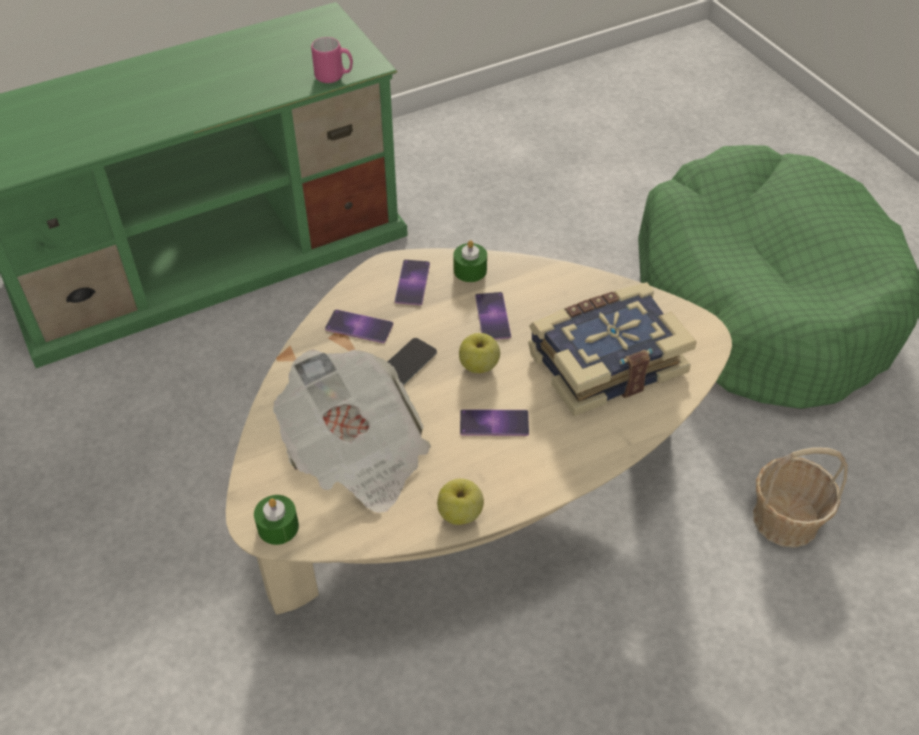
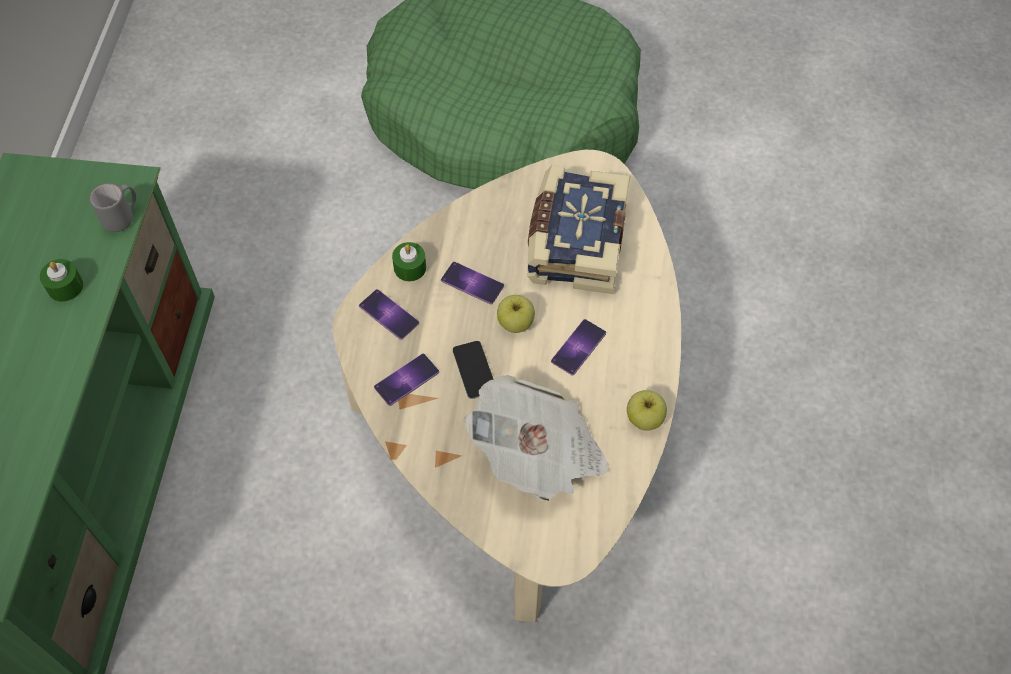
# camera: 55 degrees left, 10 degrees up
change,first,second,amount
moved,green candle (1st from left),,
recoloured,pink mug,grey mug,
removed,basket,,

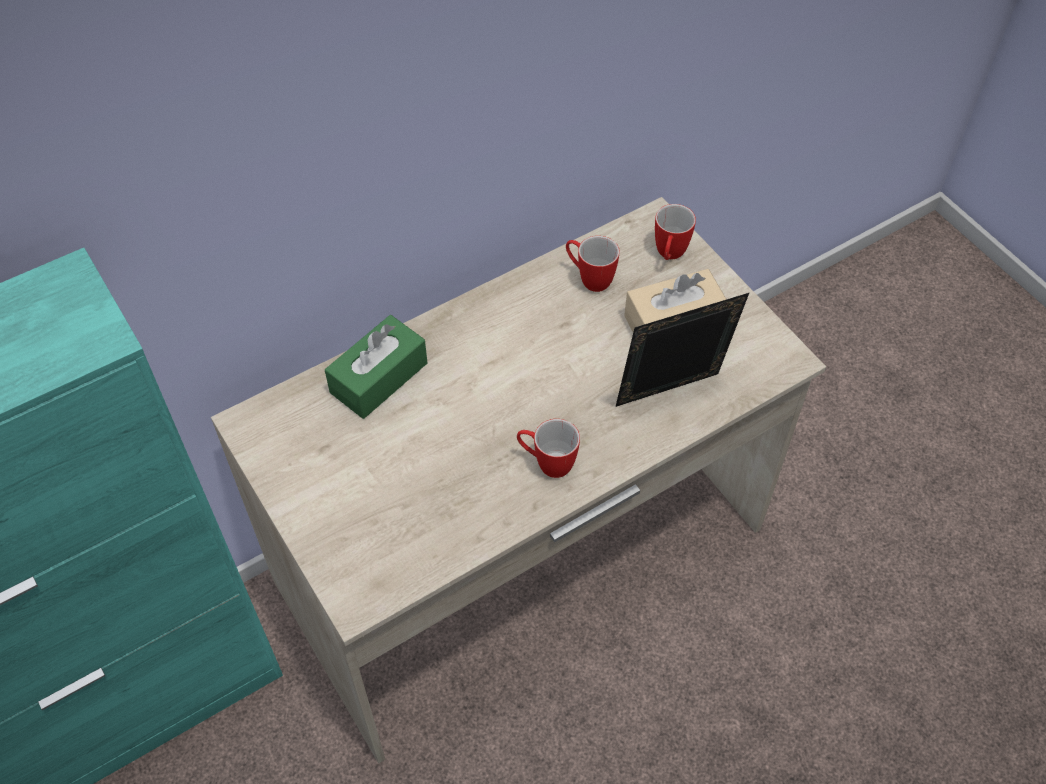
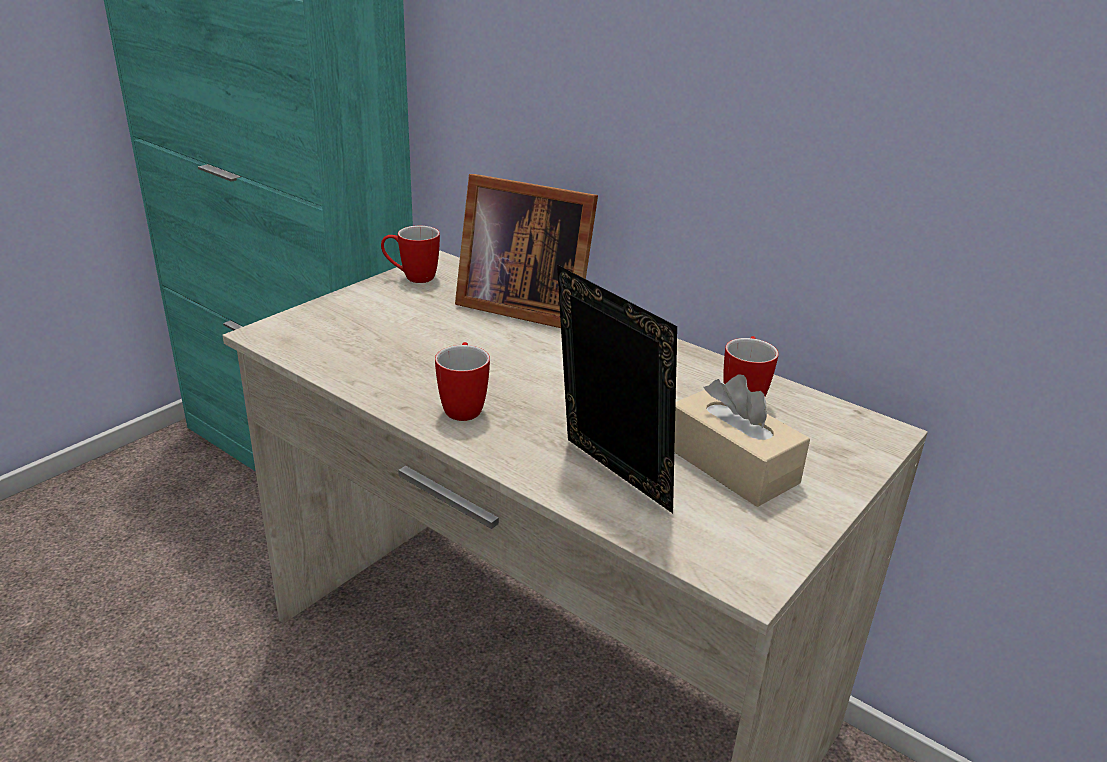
# camera: 70 degrees right, 25 degrees down
change,first,second,amount
replaced,green tissue box,picture frame (1st from left),
moved,mug (3rd from left in the first image),mug (1st from left),

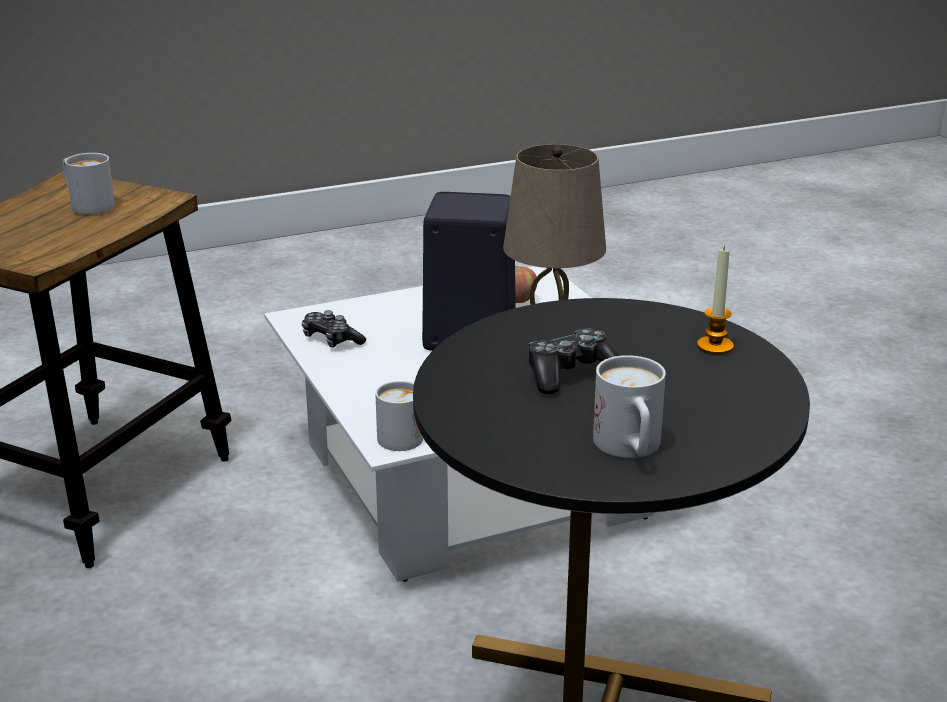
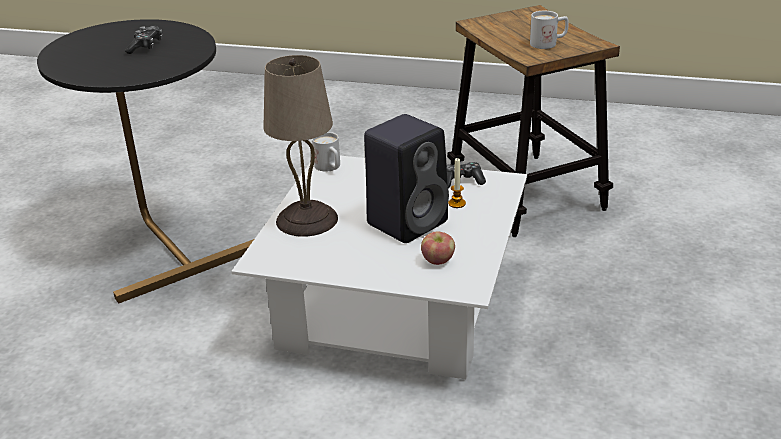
# camera: 130 degrees right, 5 degrees up
change,first,second,amount
removed,white mug (3rd from left),,
moved,candle,,

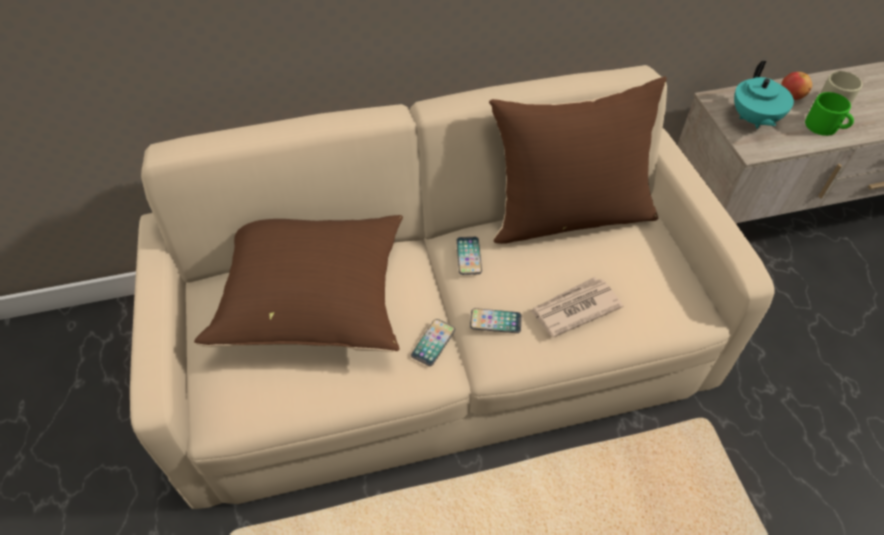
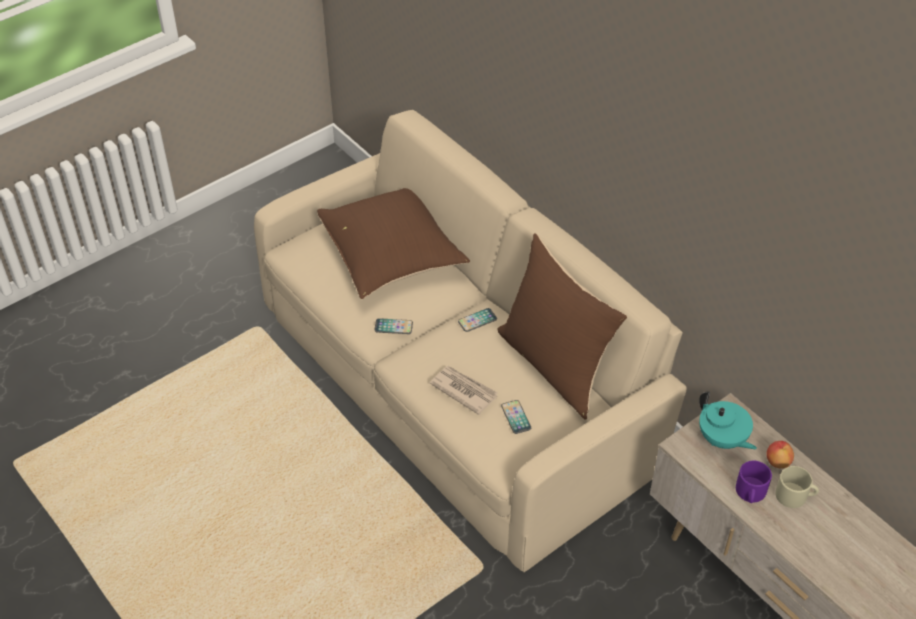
# camera: 65 degrees right, 5 degrees down
change,first,second,amount
moved,phone (3rd from left),,
turned,turquoise teapot,,105 degrees counterclockwise
recoloured,green mug,purple mug,

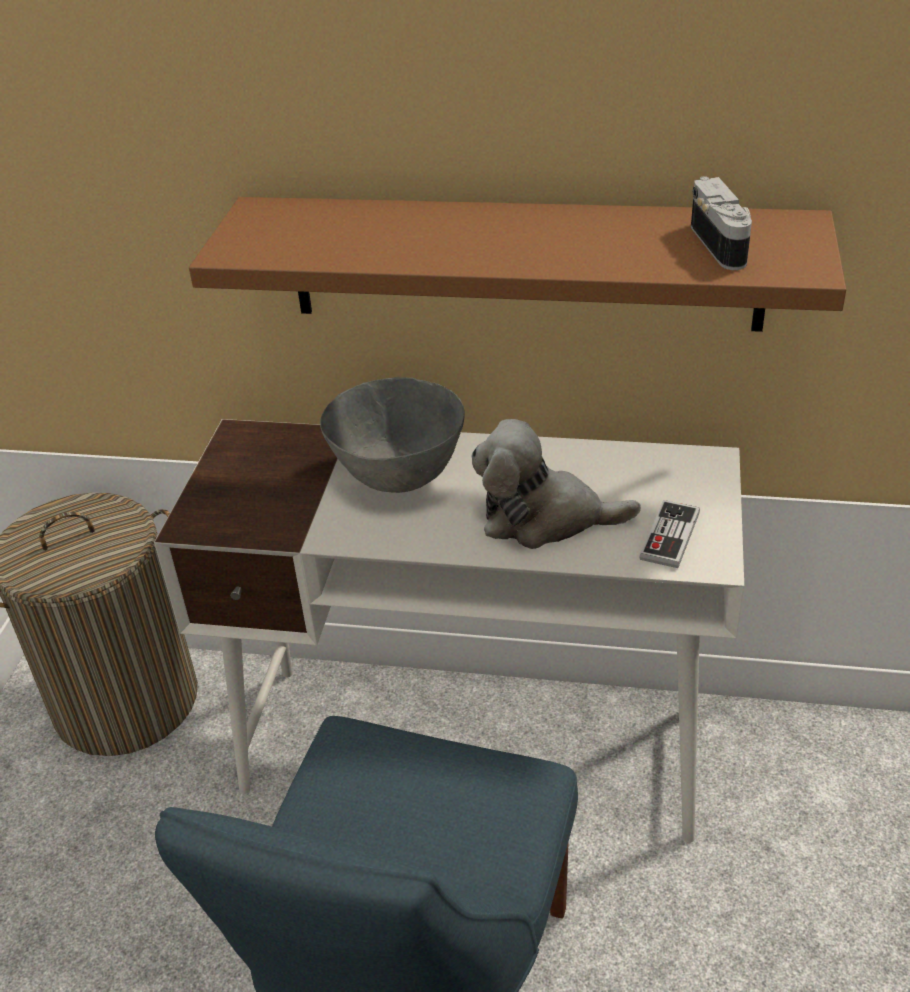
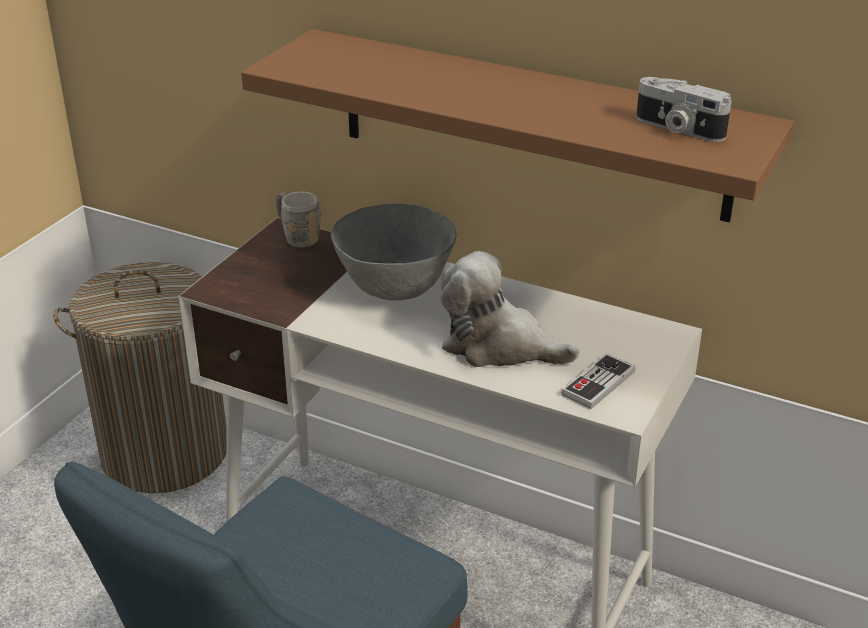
# camera: 15 degrees right, 5 degrees down
change,first,second,amount
turned,photo camera,,120 degrees clockwise
added,,grey mug,

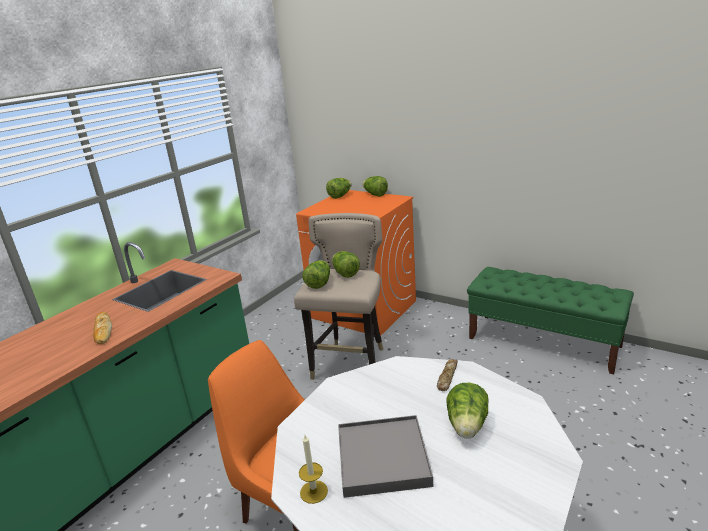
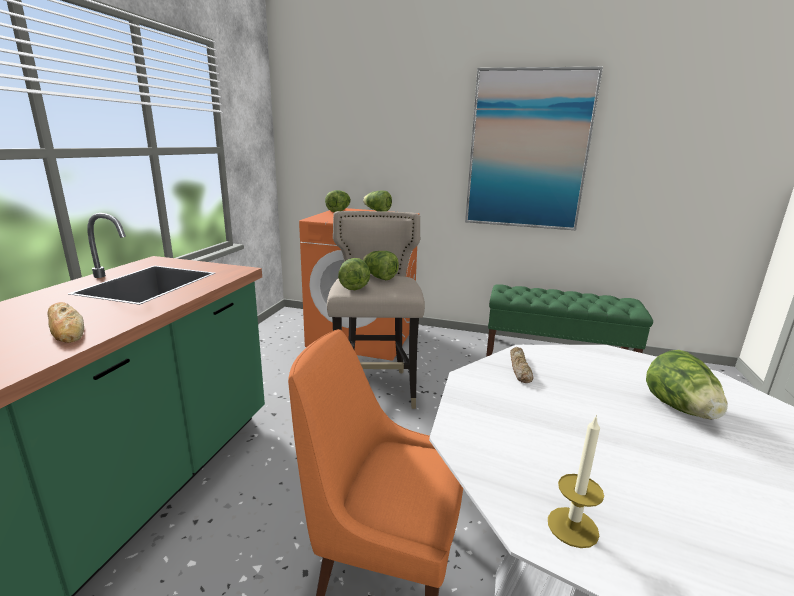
# camera: 20 degrees left, 5 degrees down
change,first,second,amount
removed,grey tray,,
moved,bread (2nd from left),,
added,,picture,

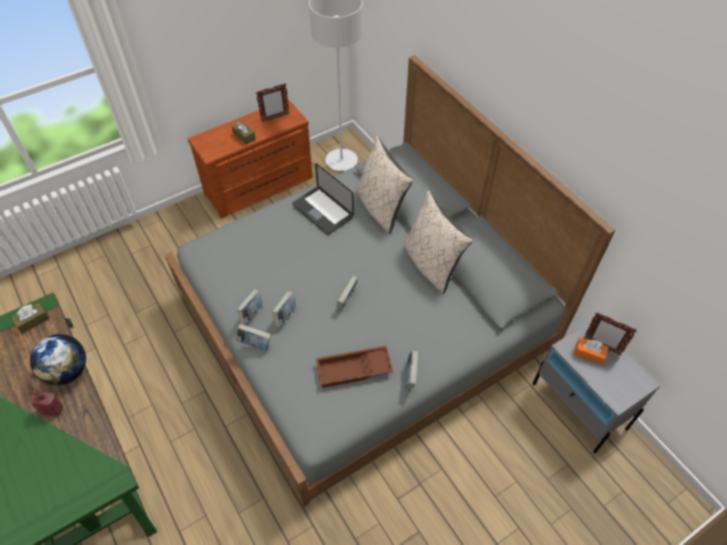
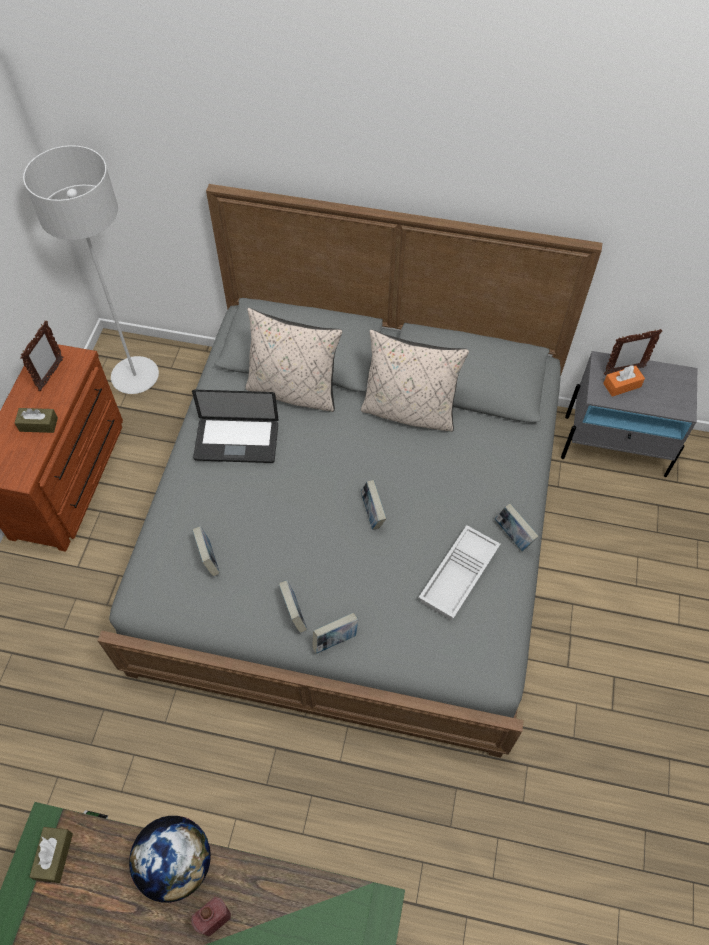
# camera: 45 degrees left, 5 degrees up
change,first,second,amount
moved,book (3rd from left in the first image),book (1st from left),
recoloured,brown tray,white tray,

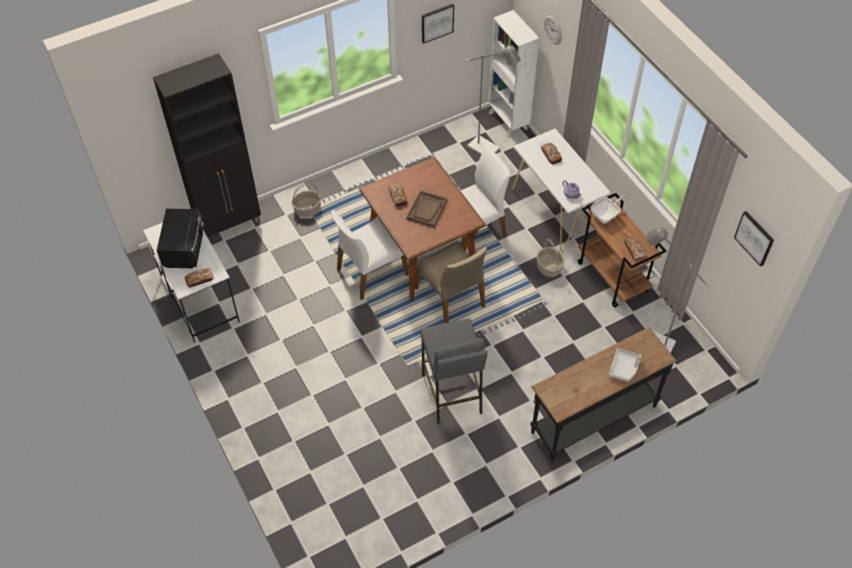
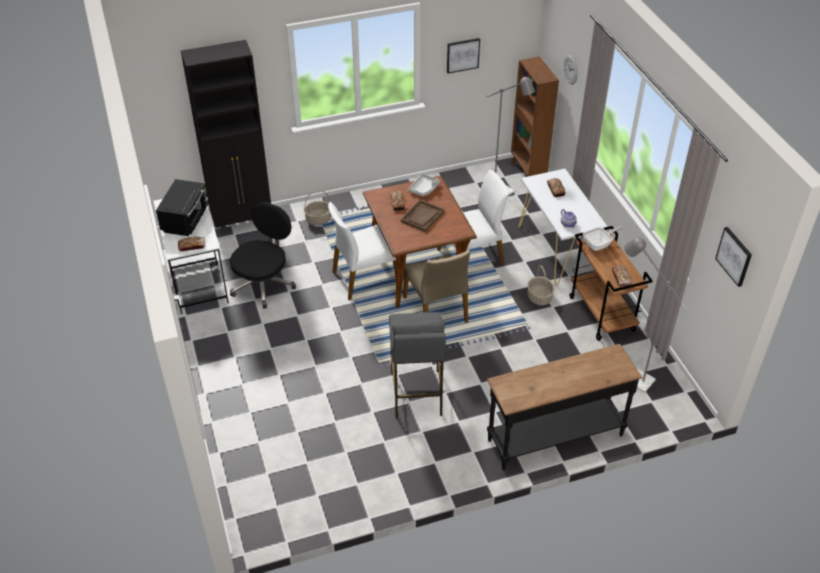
# camera: 10 degrees right, 10 degrees down
change,first,second,amount
recoloured,white bookcase,brown bookcase,
moved,grey tray,,
added,,black office chair,

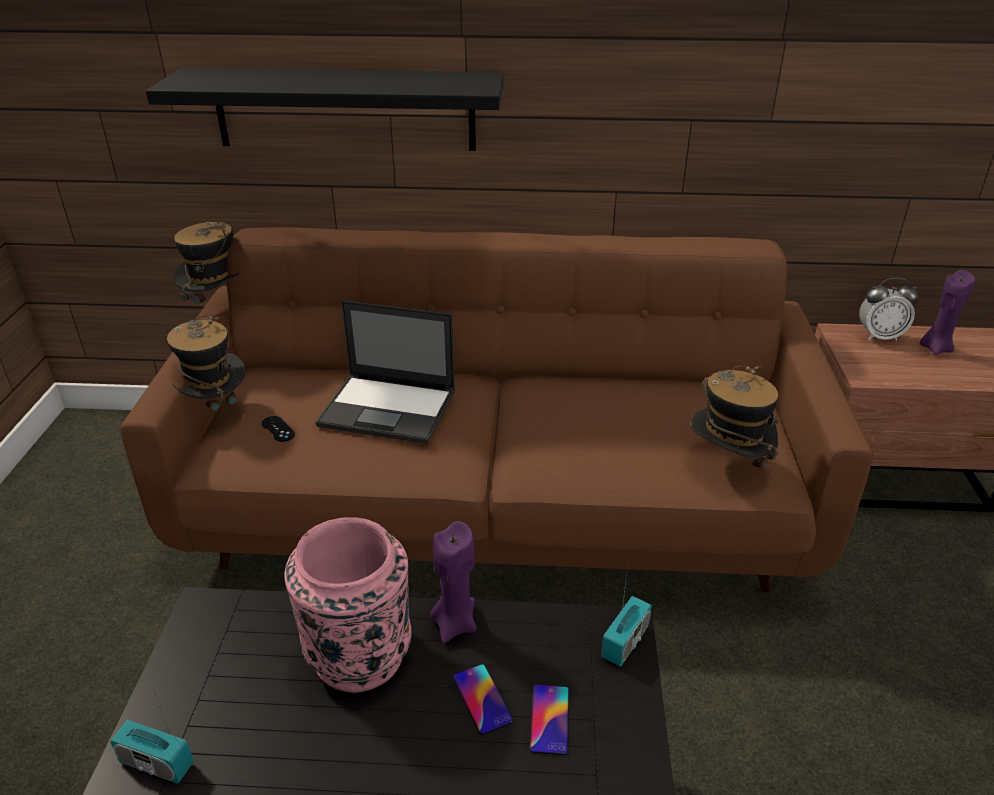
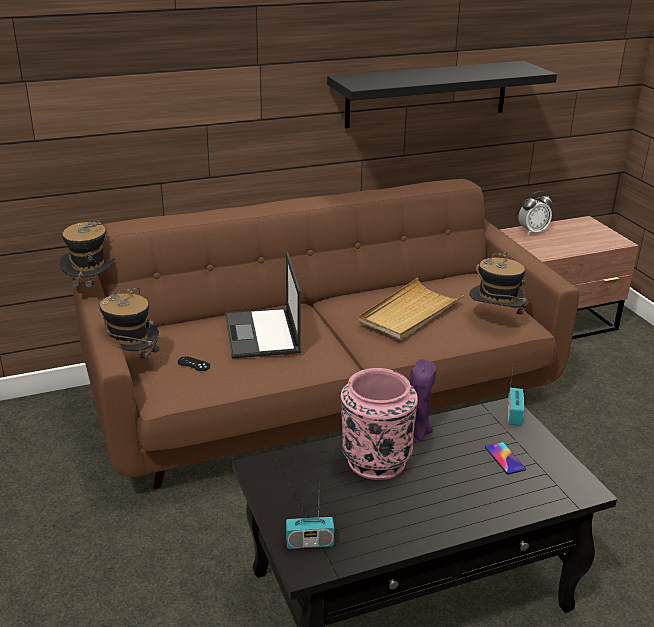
# camera: 25 degrees left, 5 degrees down
change,first,second,amount
moved,black shelf,,
turned,laptop,,90 degrees clockwise
removed,phone (1st from left),,
removed,purple candle (2nd from left),,
added,,beige tray,

